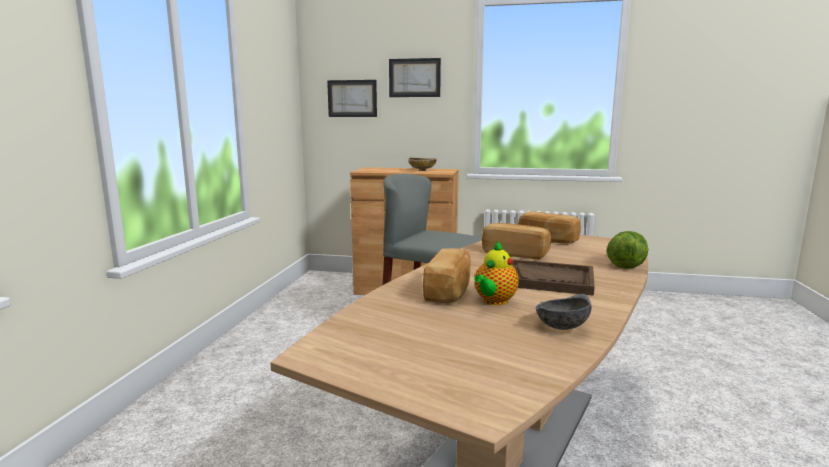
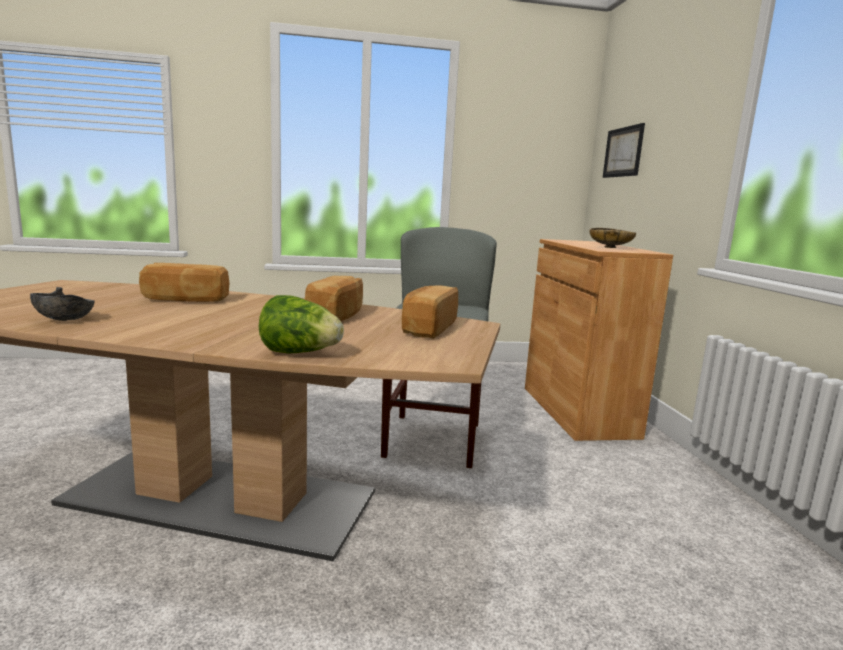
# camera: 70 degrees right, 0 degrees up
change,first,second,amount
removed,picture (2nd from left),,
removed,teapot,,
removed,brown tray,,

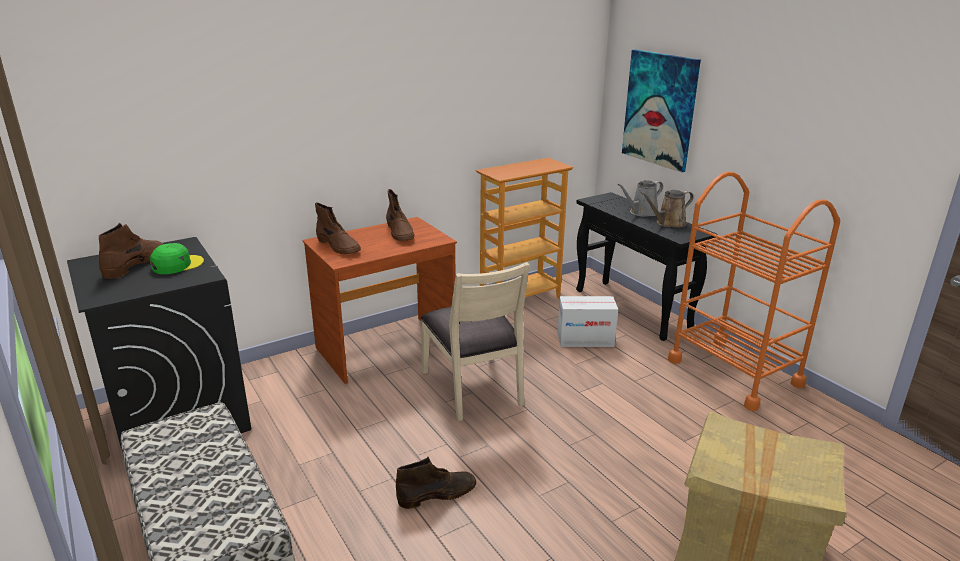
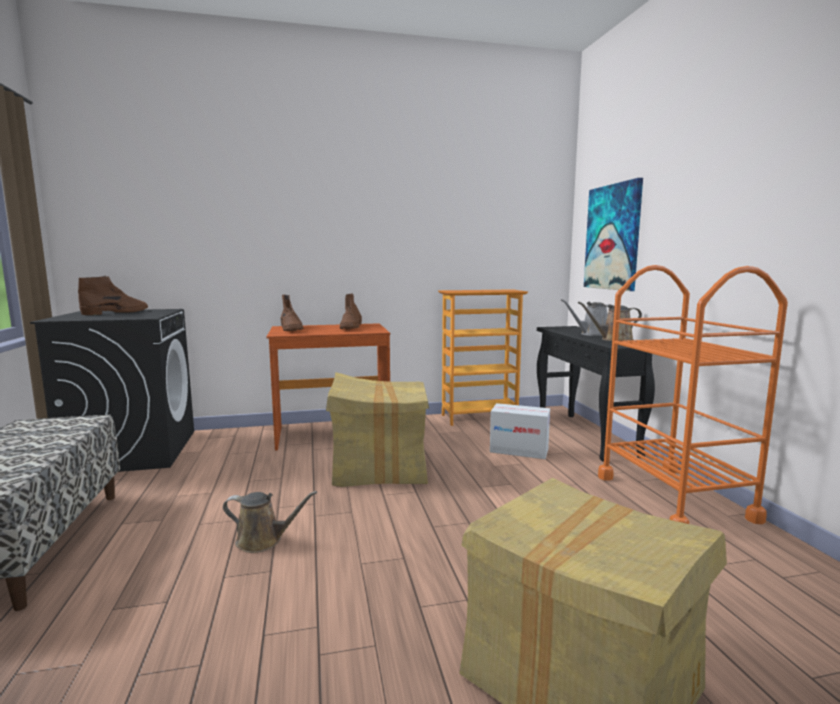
# camera: 20 degrees right, 15 degrees down
change,first,second,amount
removed,green cap,,
replaced,brown boot (4th from left),brown watering can (1st from left),
replaced,beige chair,cardboard box (1st from left),

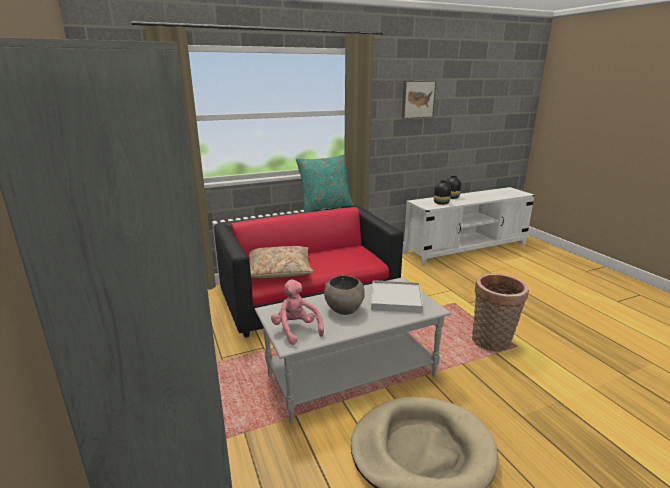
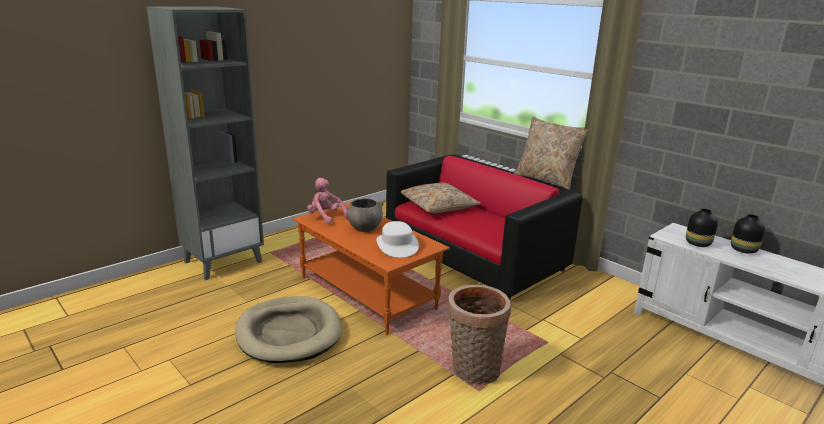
# camera: 70 degrees right, 0 degrees up
change,first,second,amount
recoloured,grey coffee table,orange coffee table,
turned,pink plush toy,,90 degrees counterclockwise
recoloured,turquoise pillow,beige pillow (2nd from left),
replaced,white tray,white hat,
removed,picture,,

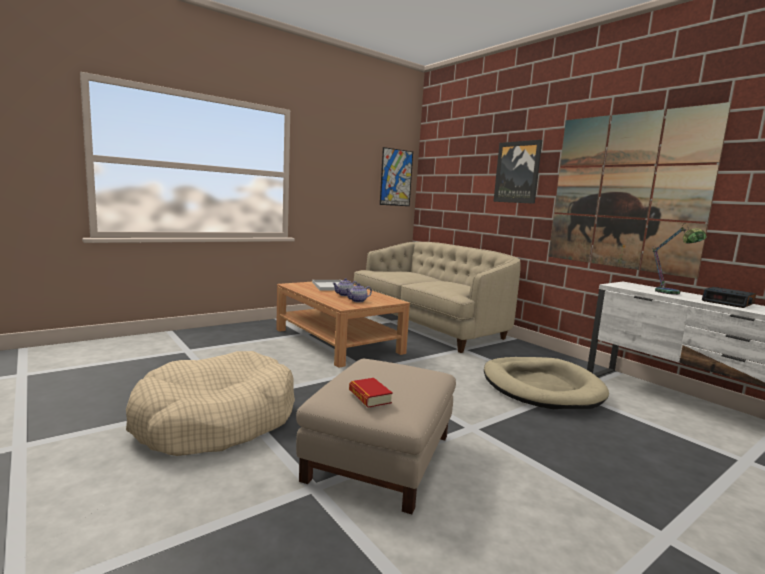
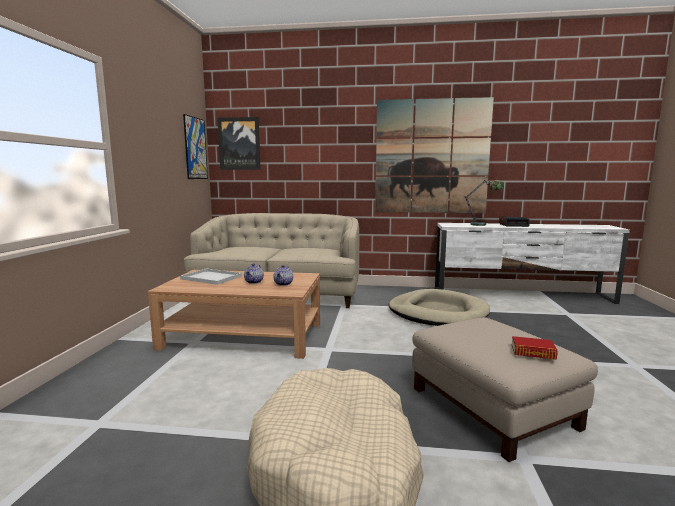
# camera: 45 degrees left, 0 degrees up
change,first,second,amount
moved,picture (2nd from left),,

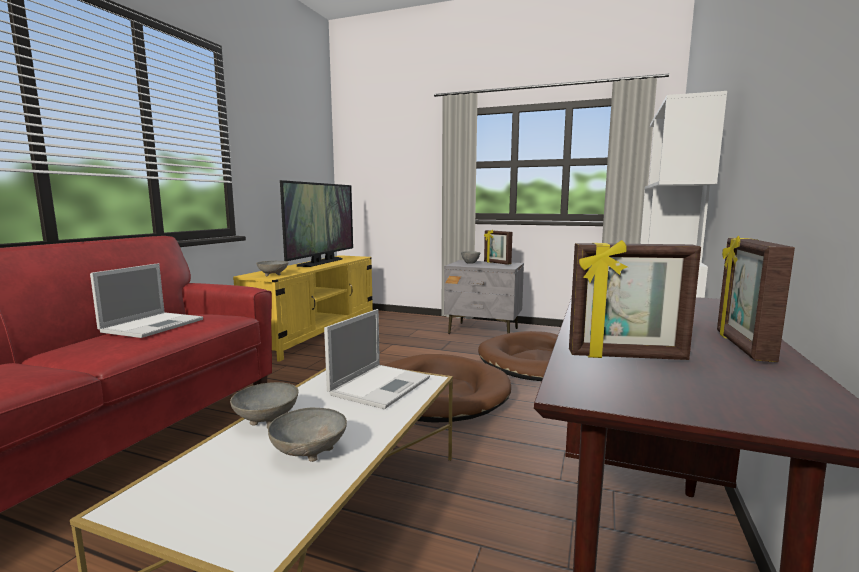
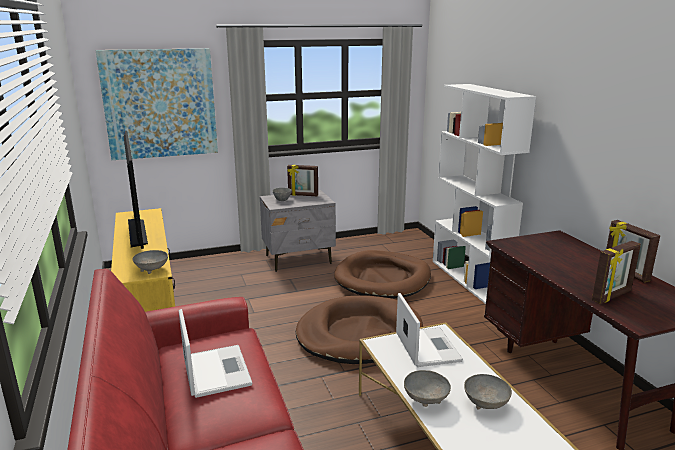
# camera: 40 degrees left, 10 degrees up
change,first,second,amount
added,,picture,

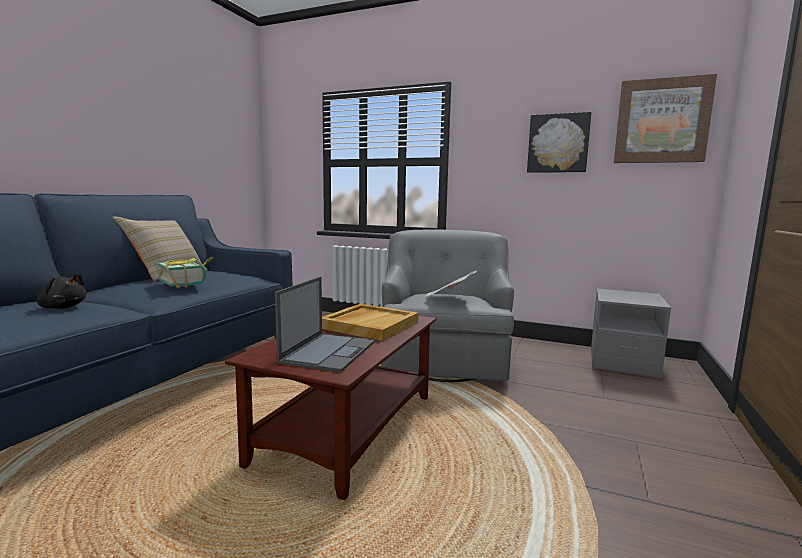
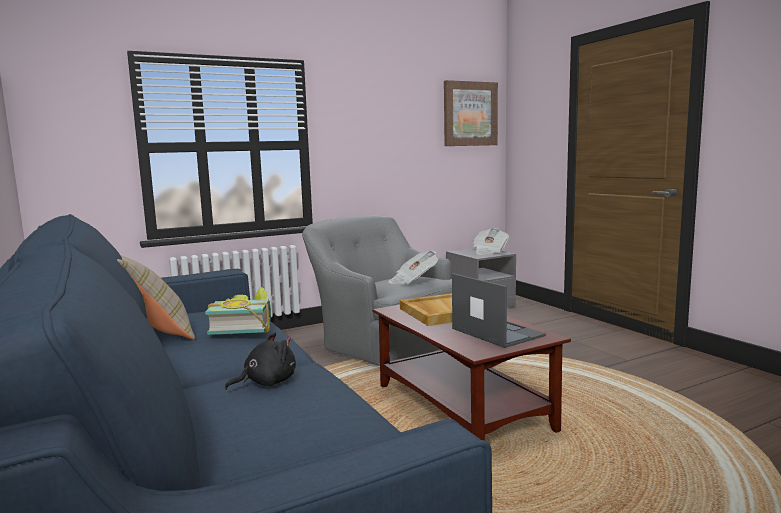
# camera: 50 degrees left, 0 degrees up
change,first,second,amount
removed,picture (1st from left),,
added,,newspaper (2nd from left),

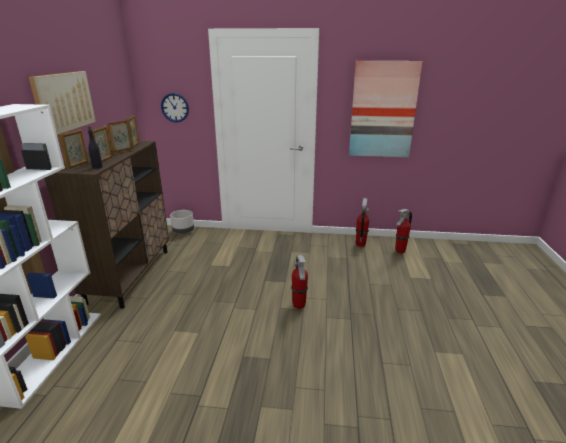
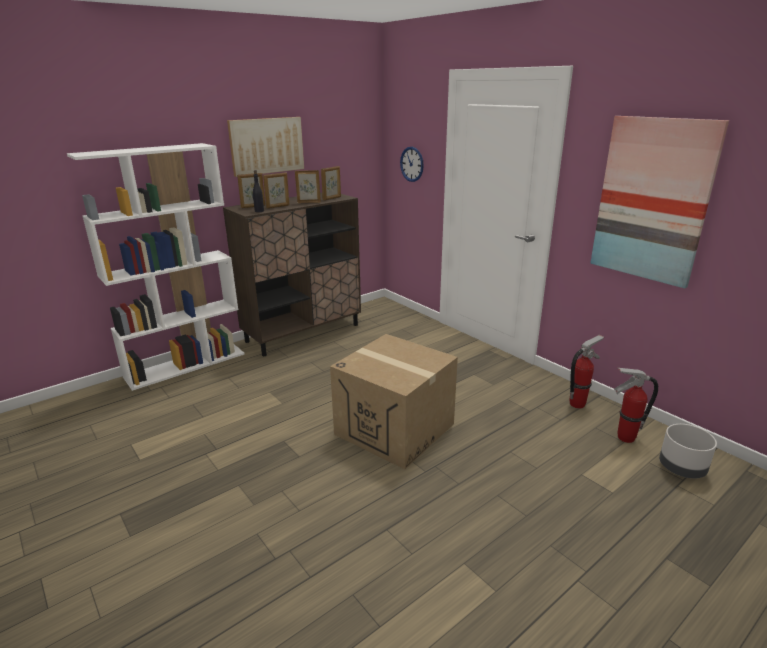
# camera: 45 degrees right, 0 degrees up
change,first,second,amount
moved,grey planter,,
replaced,fire extinguisher (1st from left),cardboard box,

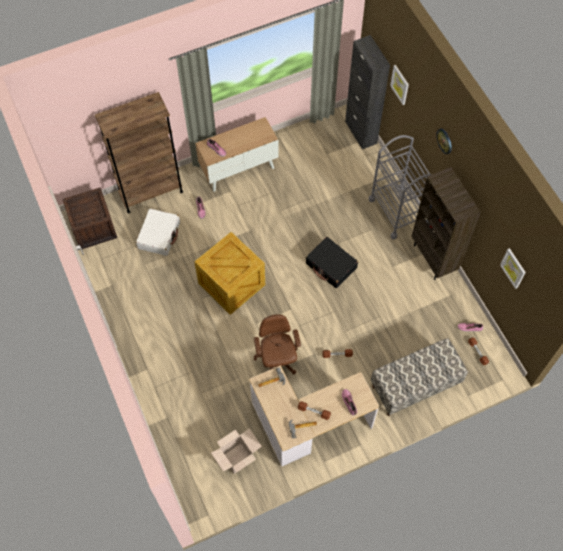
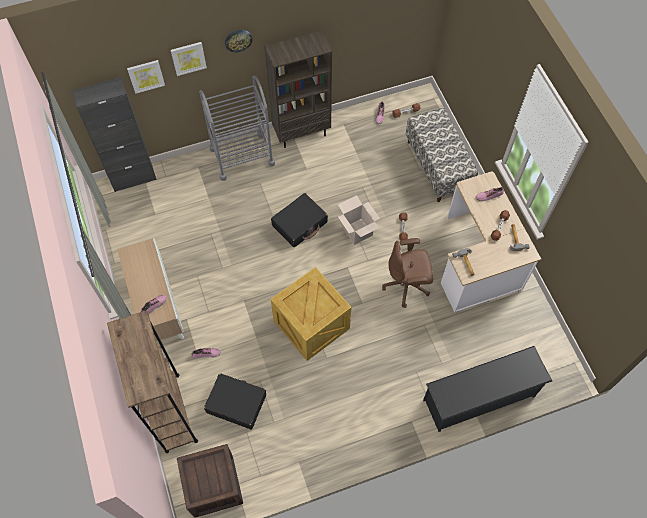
# camera: 85 degrees left, 0 degrees up
change,first,second,amount
recoloured,white suitcase,black suitcase (1st from left),
moved,cardboard box,,
moved,picture (2nd from left),,
added,,black shoe rack,

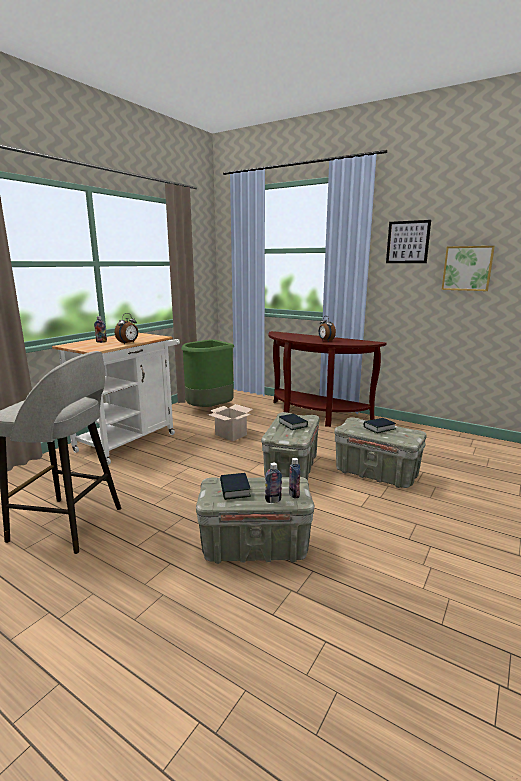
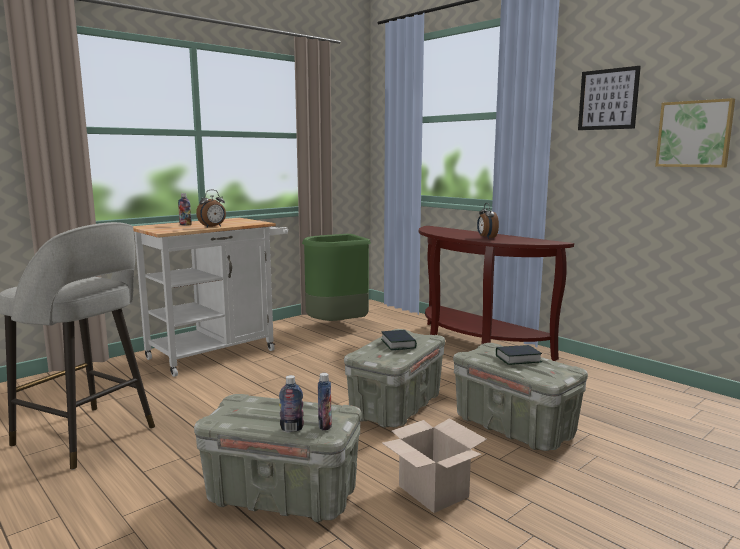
# camera: 15 degrees right, 5 degrees down
change,first,second,amount
moved,cardboard box,,
removed,book (1st from left),,

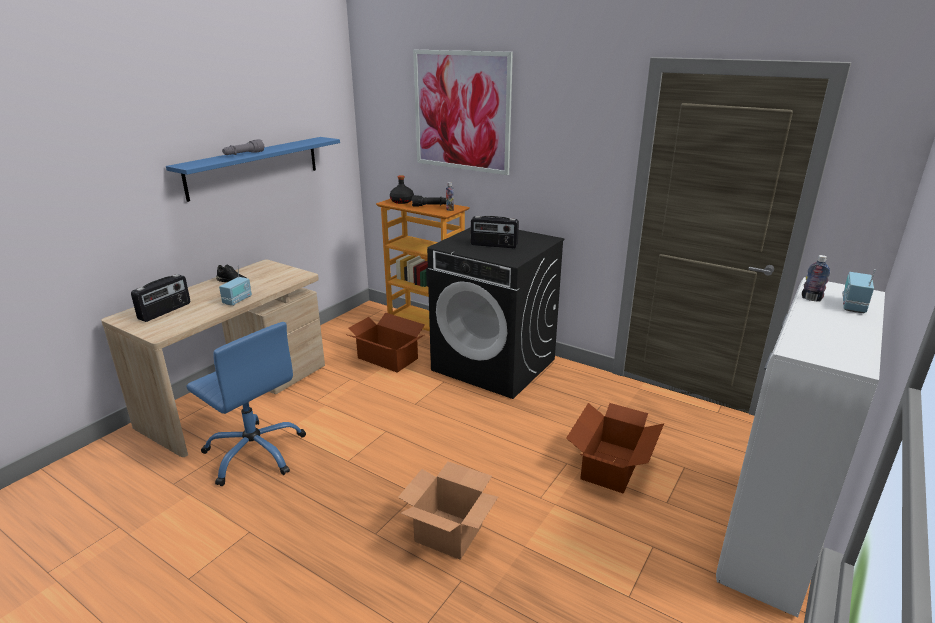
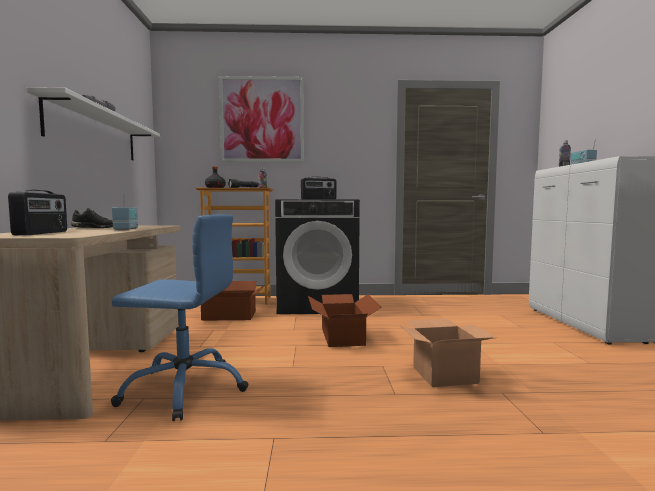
# camera: 35 degrees left, 20 degrees down
change,first,second,amount
recoloured,blue shelf,white shelf,
moved,cardboard box (3rd from left in the first image),cardboard box (2nd from left),

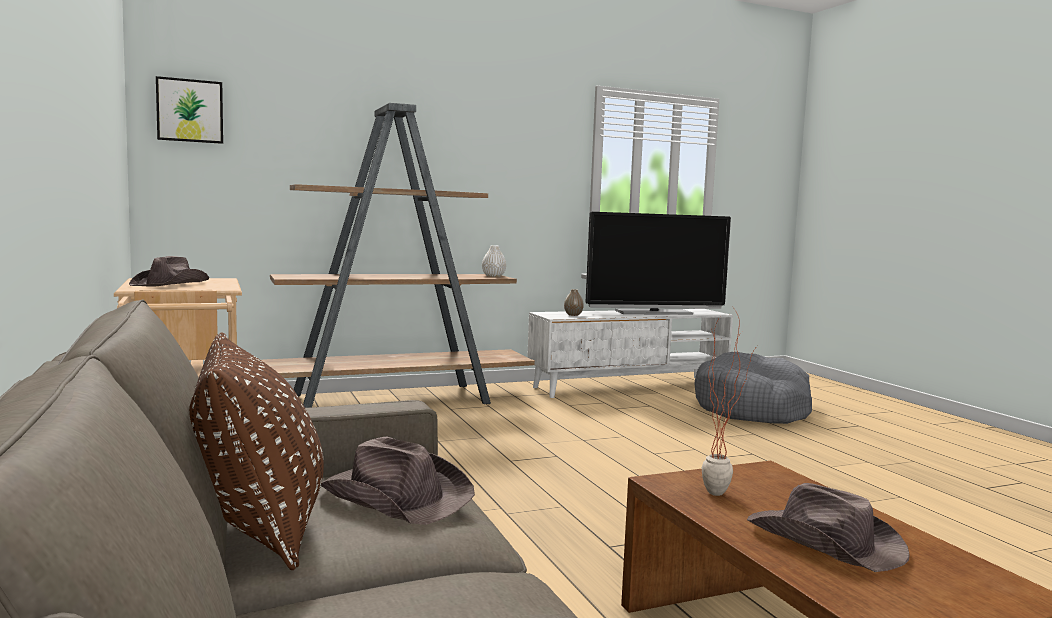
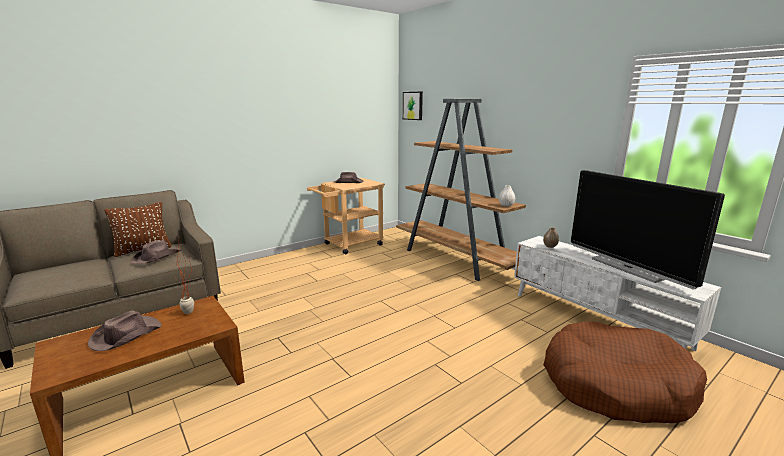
# camera: 75 degrees right, 10 degrees up
change,first,second,amount
recoloured,grey dog bed,brown dog bed,

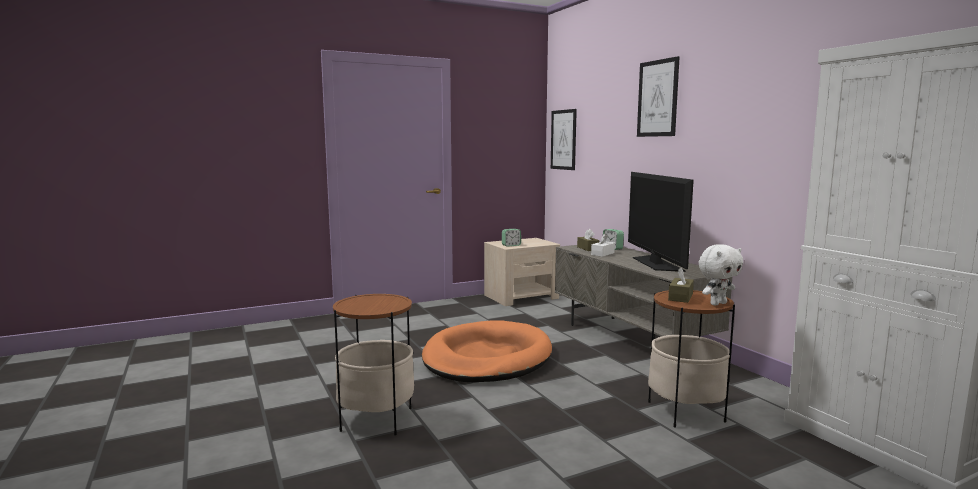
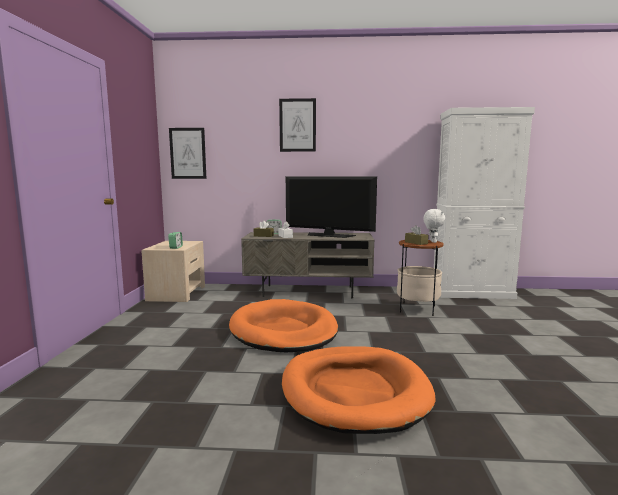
# camera: 60 degrees left, 0 degrees up
change,first,second,amount
replaced,side table (1st from left),orange dog bed (2nd from left),

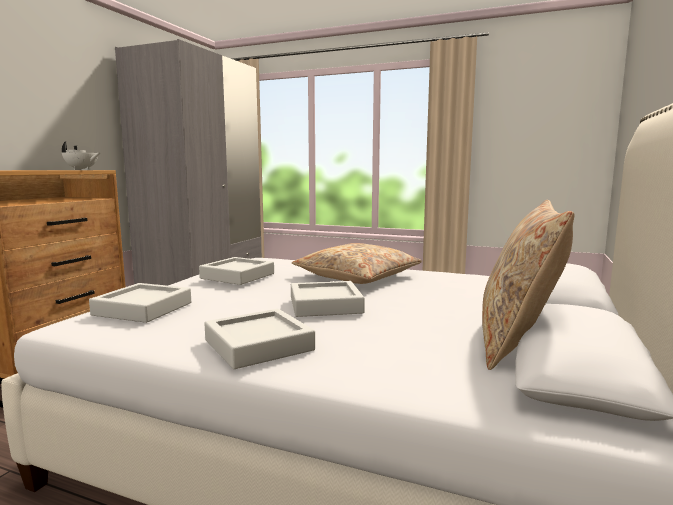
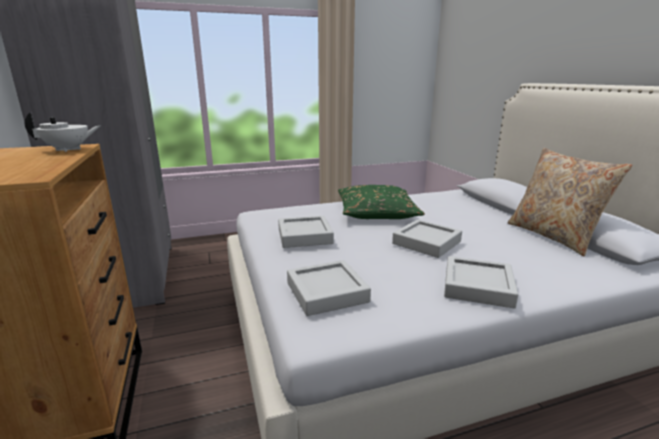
# camera: 40 degrees left, 10 degrees up
change,first,second,amount
recoloured,beige pillow (1st from left),green pillow,

